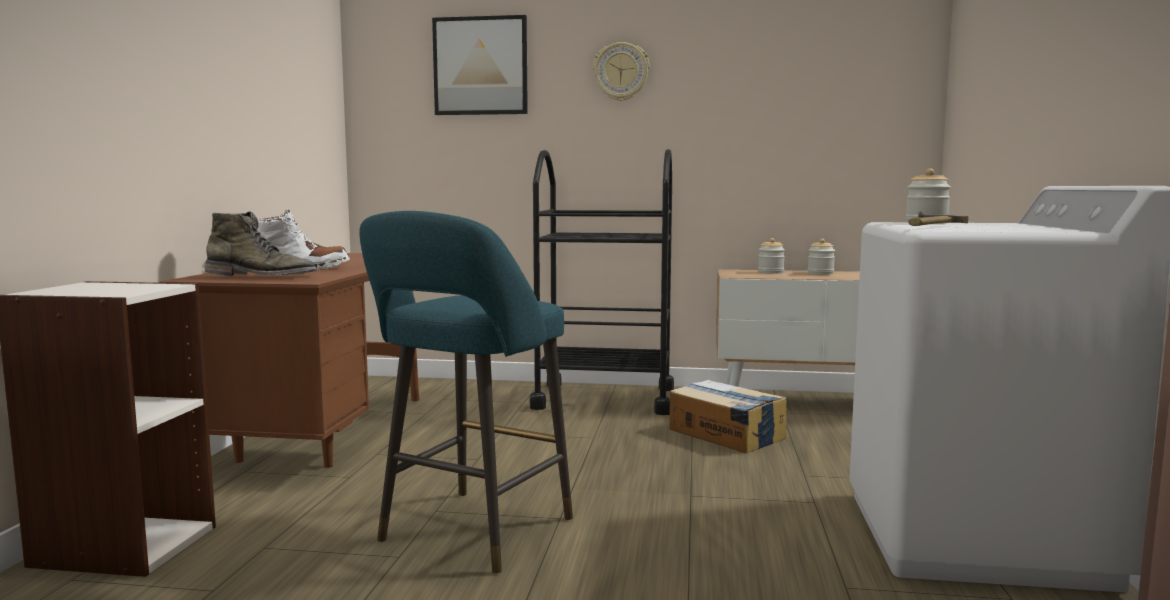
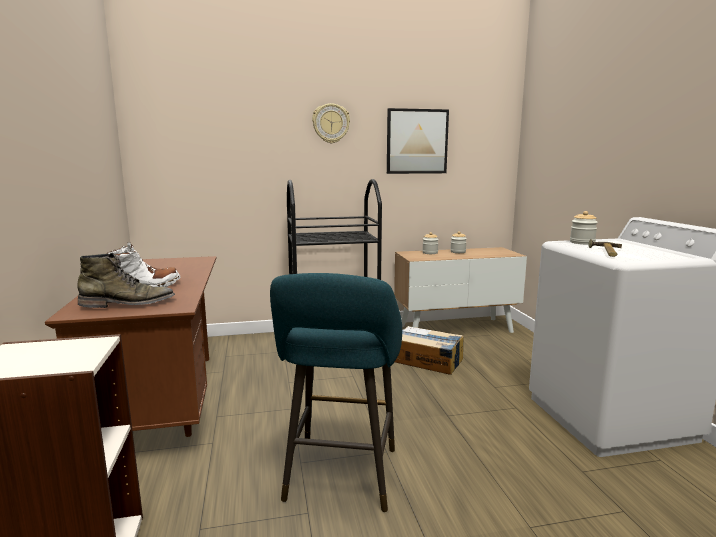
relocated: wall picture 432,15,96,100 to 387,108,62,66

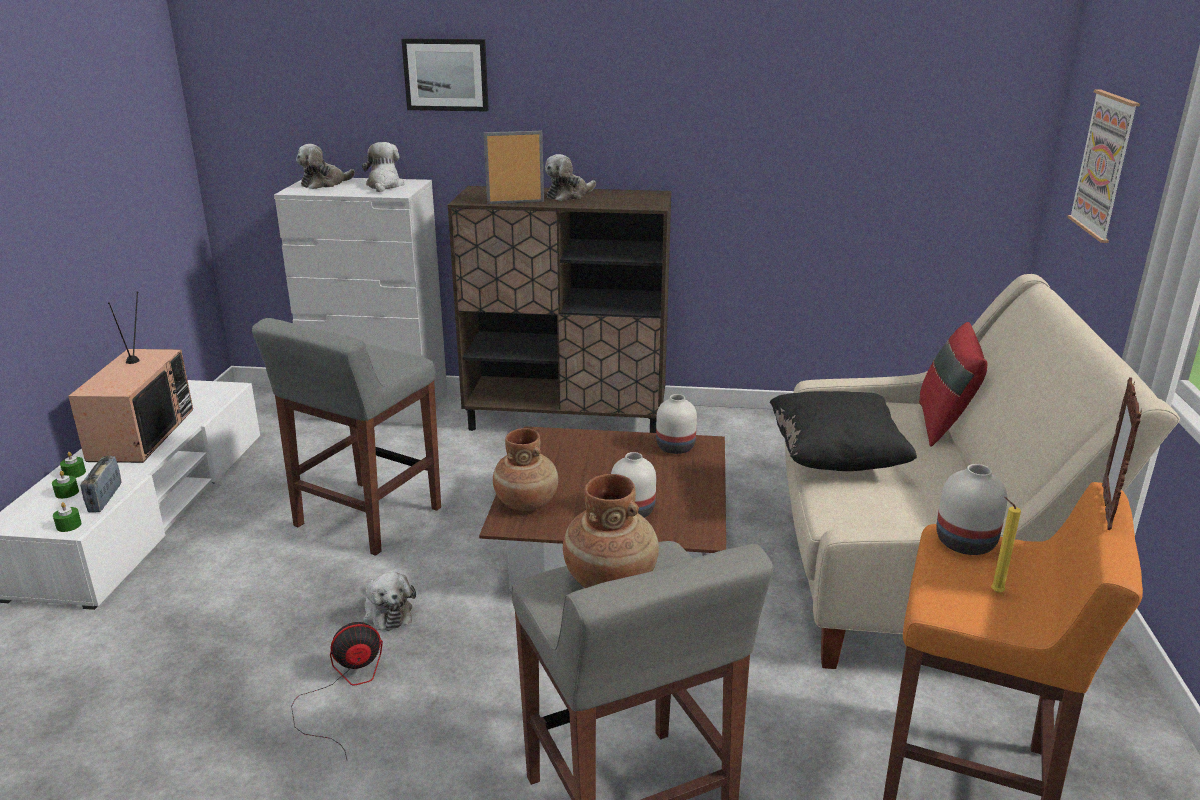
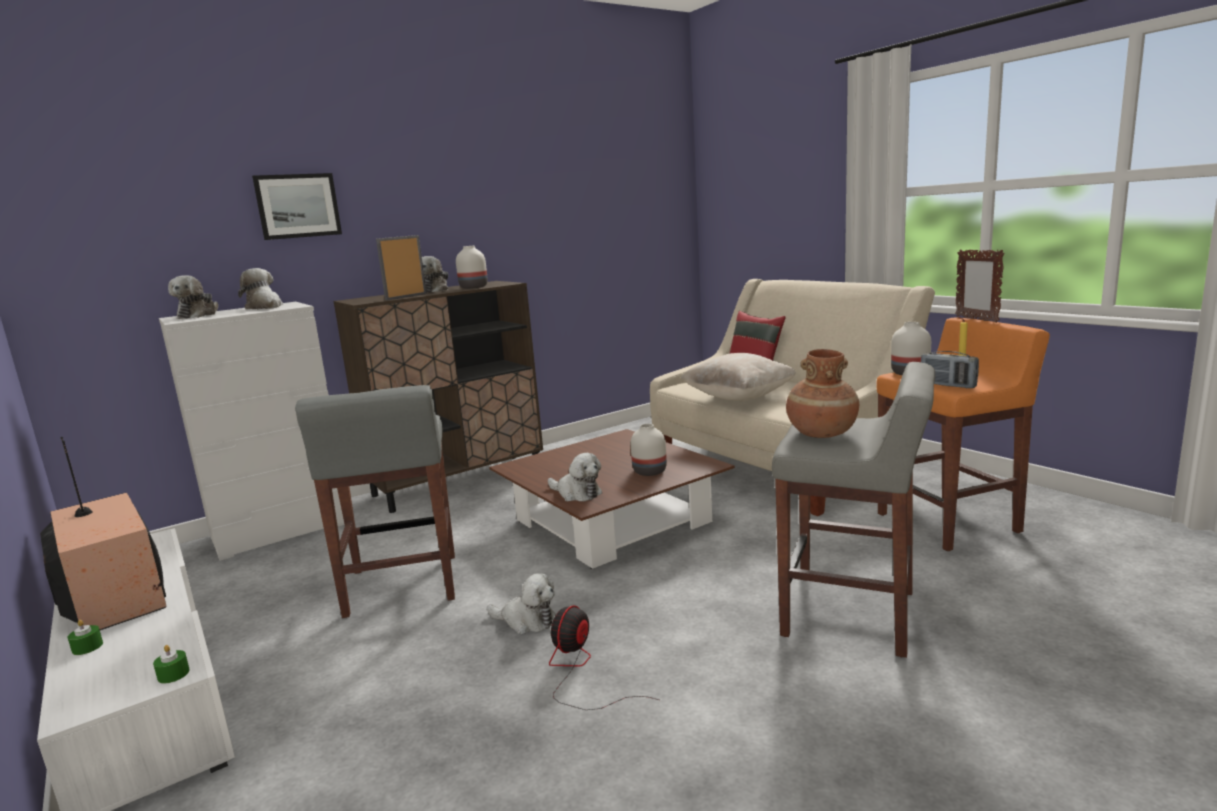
missing: candle (green) 52,471,27,28; wall picture 1067,90,73,153
relocated: radio receiver 80,455,41,58 to 921,351,58,37; decorative vase (white-coloured) 656,394,41,60 to 456,246,32,43
exchanged: decorative vase (brown) 493,428,65,83 to cuddly toy 548,453,54,48
colour: pillow (blackish) 770,391,147,80 to pillow (beige-coloured) 680,353,116,48

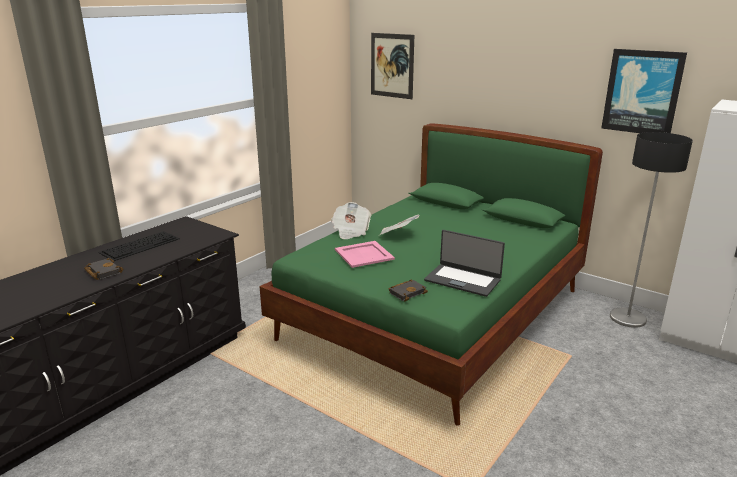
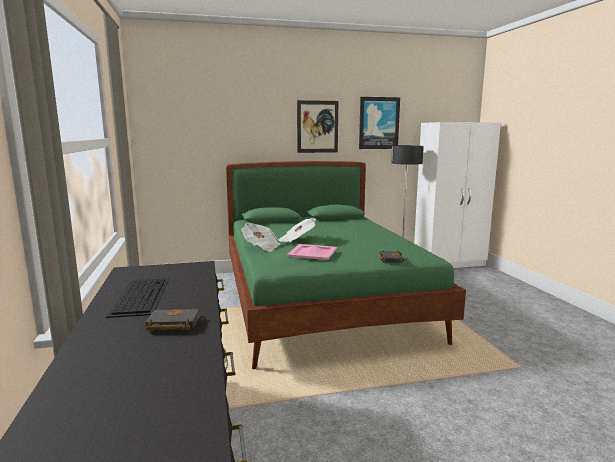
missing: laptop 424,230,81,67
relocated: wall picture 371,33,43,66 to 297,100,42,53

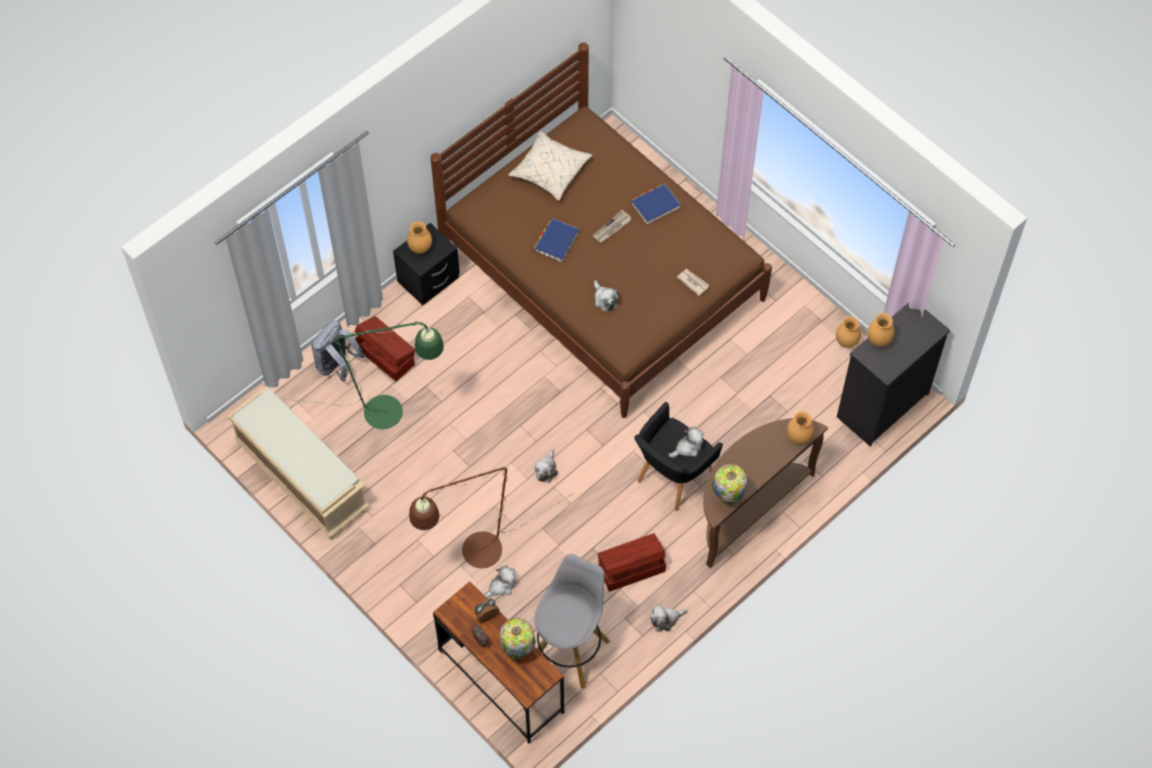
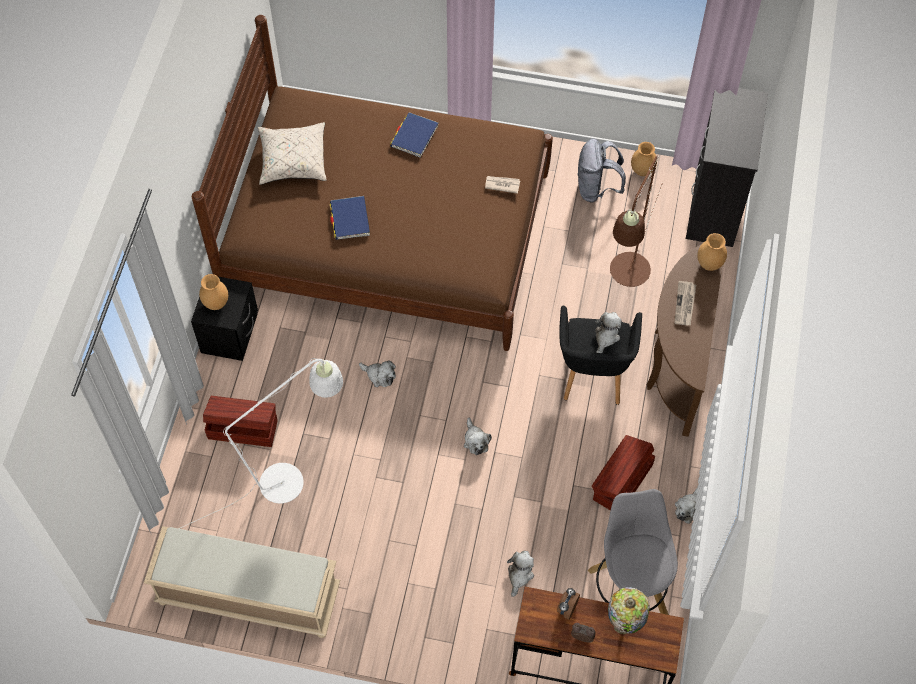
missing: table lamp 712,464,35,42; decorative vase (brown) 867,313,28,34
relocated: knapsack (gray) 311,320,54,62 to 577,138,49,65; floor lamp (brown) 409,467,165,101 to 610,156,53,131; daily paper 593,210,39,33 to 675,281,21,45; cuddly toy 594,280,25,32 to 359,360,37,27
colour: floor lamp (green) 280,320,164,109 to floor lamp (white-coloured) 178,358,165,171

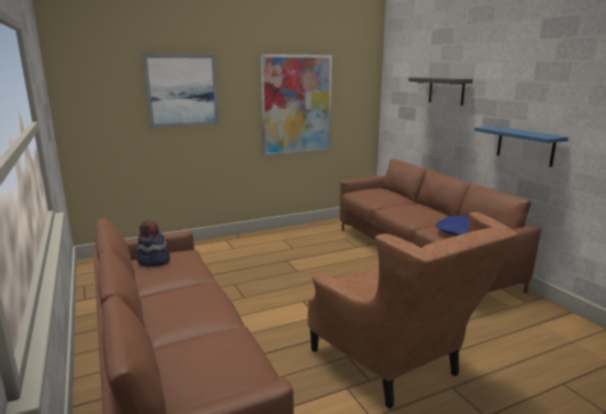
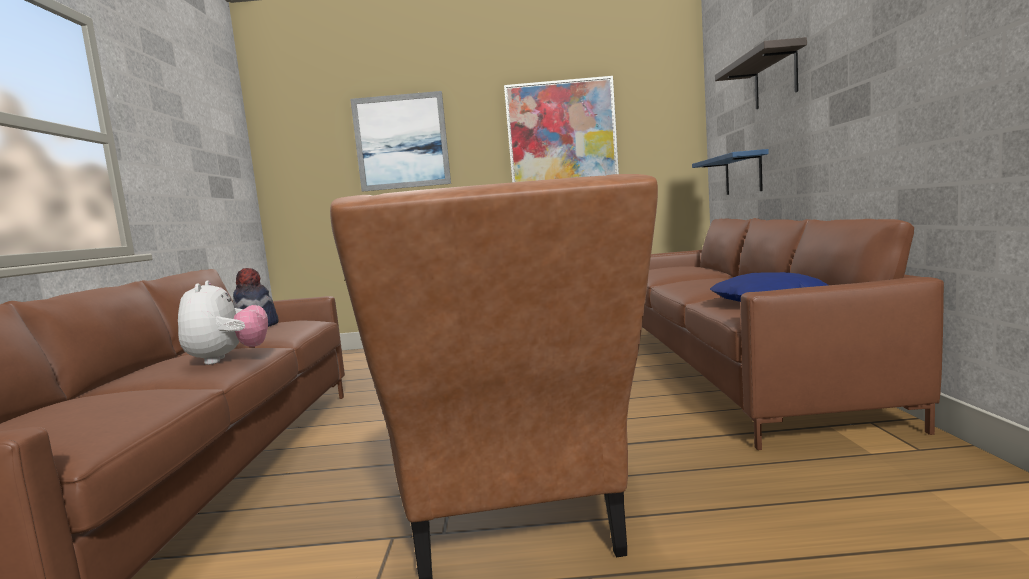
appeared: cuddly toy 178,280,90,85
relocated: wall shelf (blue-coloured) 474,126,94,41 to 692,149,77,46

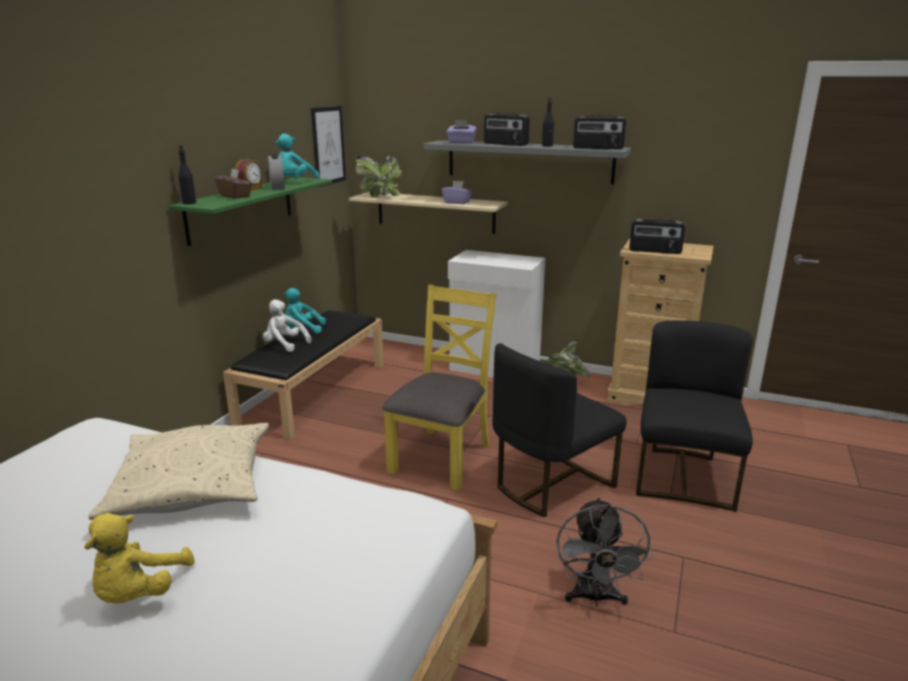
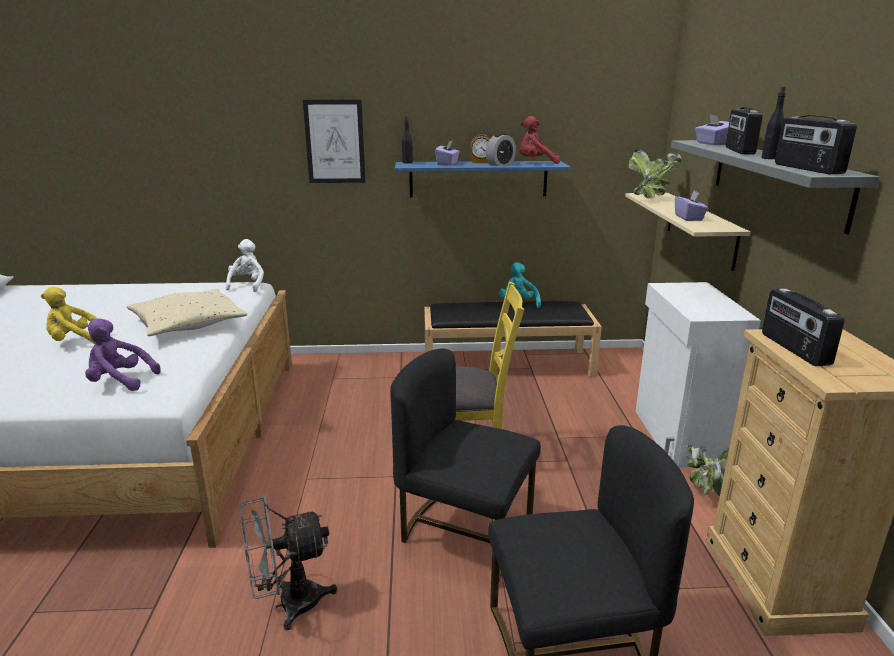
appeared: cuddly toy (purple) 85,319,76,72
relocated: cuddly toy (white-coloured) 263,299,49,53 to 226,239,38,53; wall picture 311,106,35,81 to 303,100,62,83
colour: wall shelf (green) 168,177,164,69 to wall shelf (blue-coloured) 395,161,176,36; tissue holder (brown) 215,169,37,30 to tissue holder (purple) 435,141,25,25; cuddly toy (blue-green) 275,134,45,45 to cuddly toy (reddish) 520,116,40,48

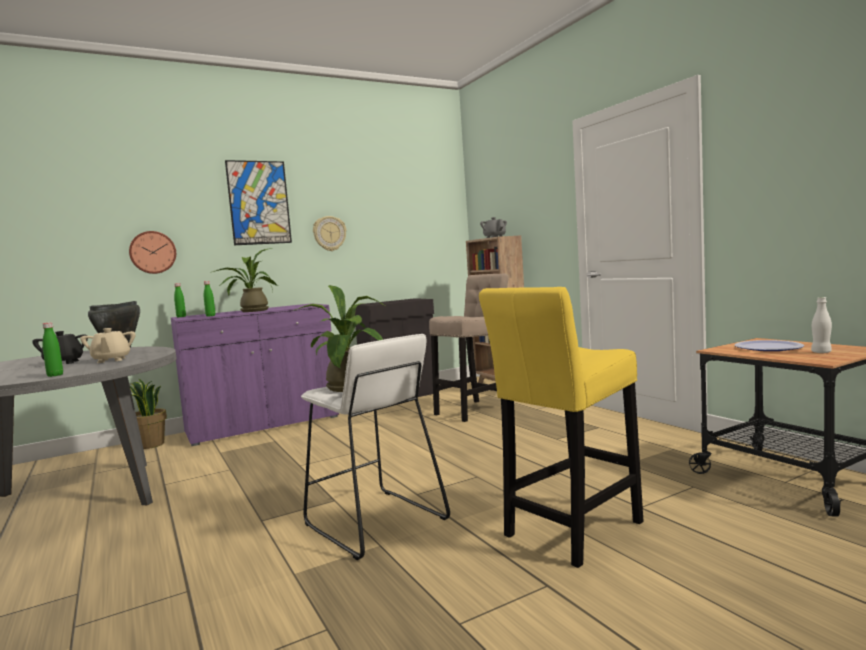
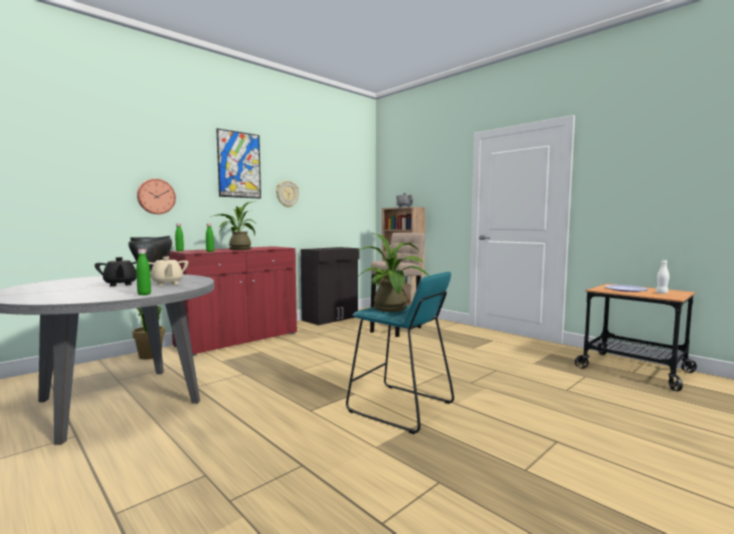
missing: sitting stool (yellow) 479,287,164,281
colour: storage cabinet (purple) 171,303,168,143 to storage cabinet (reddish) 168,246,129,110; sitting stool (white-coloured) 301,334,149,226 to sitting stool (blue-green) 346,272,108,162

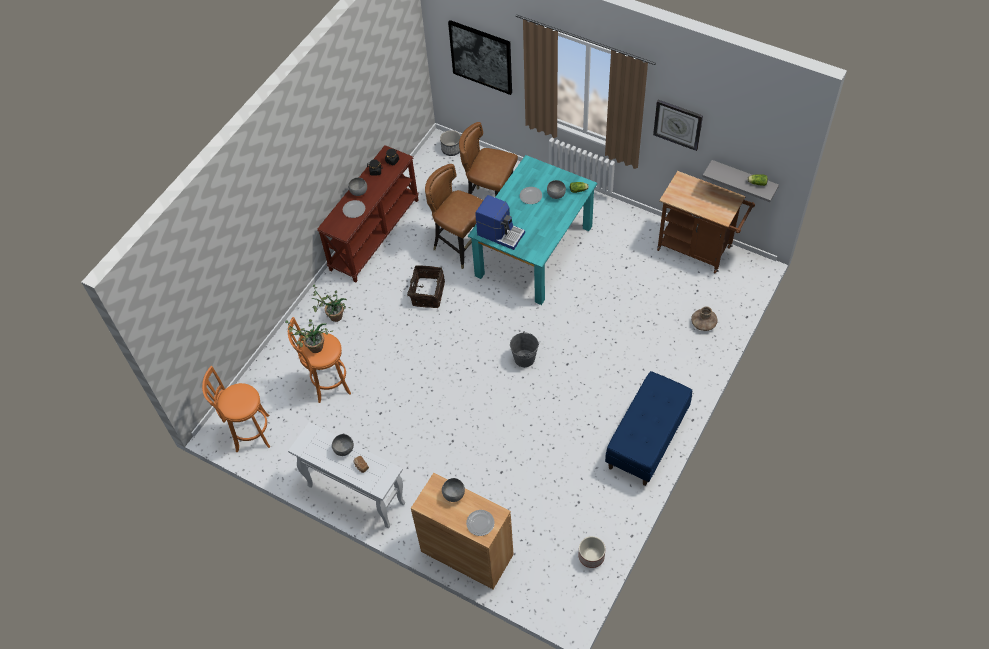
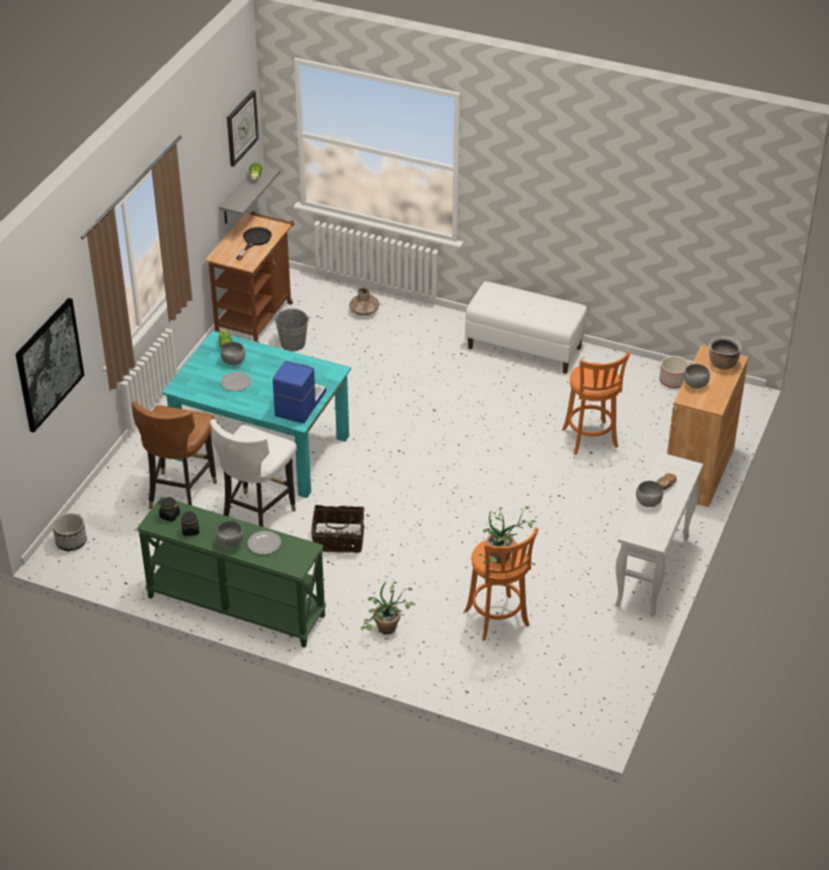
appeared: frying pan (blackish) 236,227,36,33
relocated: sitting stool (orangey) 202,366,68,86 to 562,351,68,104; pail (gray) 510,331,29,36 to 274,308,35,43; hanging clock 653,100,50,51 to 227,90,32,77
exchanged: flat dish 466,510,29,26 to cooking pot (brown) 709,336,33,34
colour: narrow table (brown) 317,145,102,137 to narrow table (green) 137,496,189,152; chair (brown) 425,164,58,105 to chair (white-coloured) 210,419,87,108; long seat (blue-coloured) 605,371,87,115 to long seat (white-coloured) 465,281,122,93

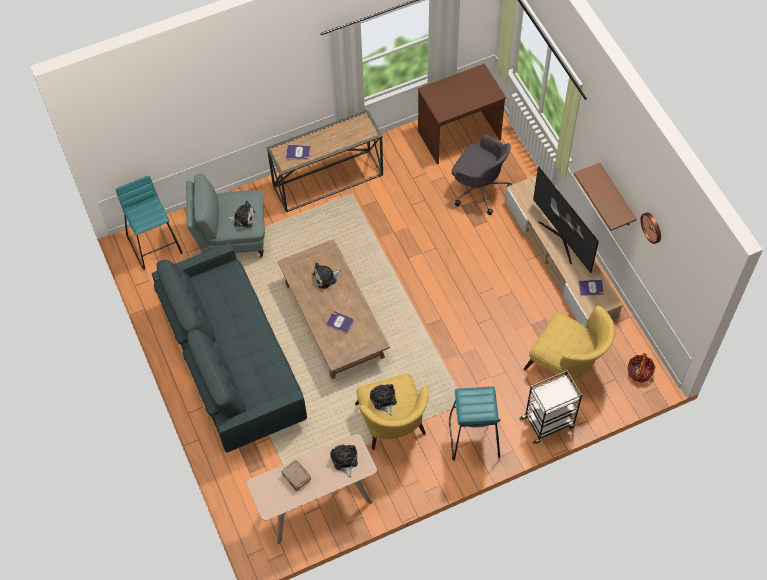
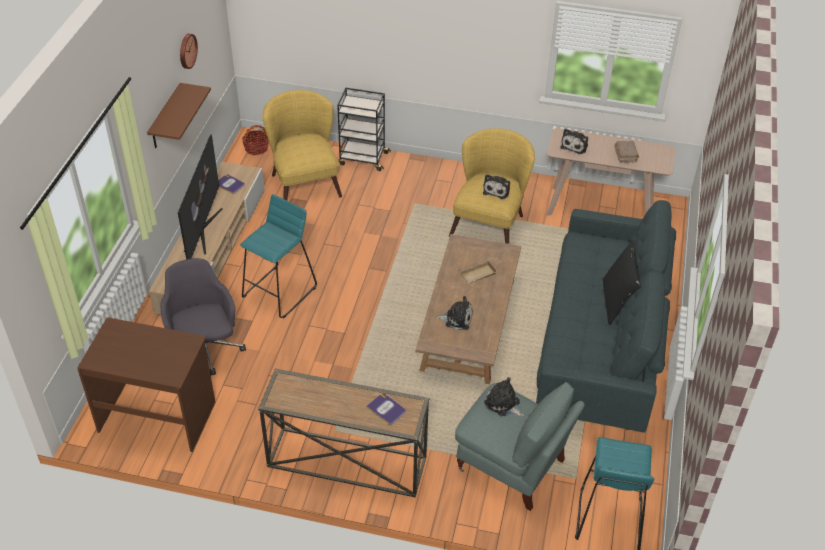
appeared: pillow (blackish) 603,240,38,85
relocated: sitting stool (blue-green) 449,386,52,75 to 240,194,77,124
exchanged: book 326,311,28,23 to tray (beige-coloured) 459,260,39,23

